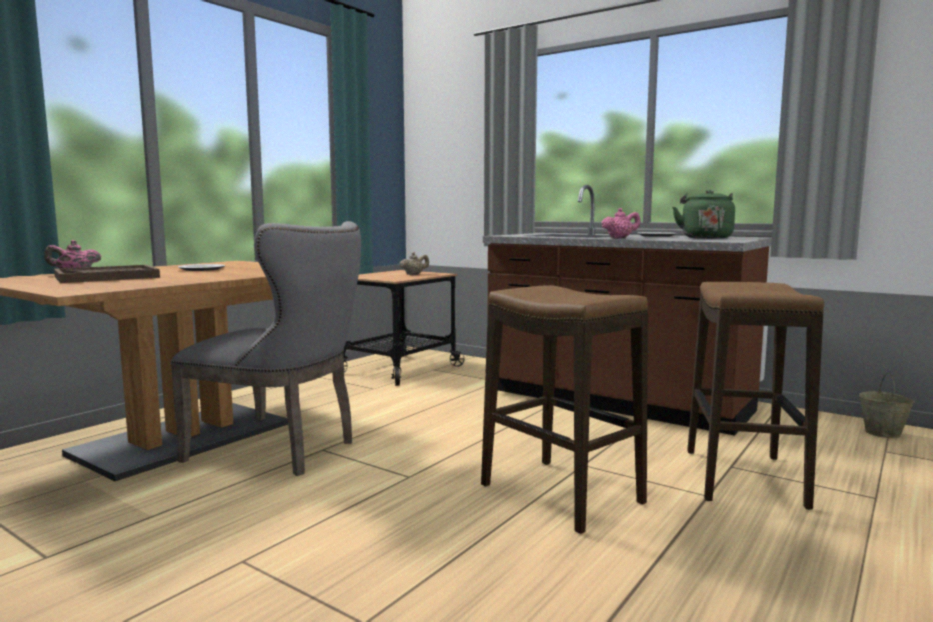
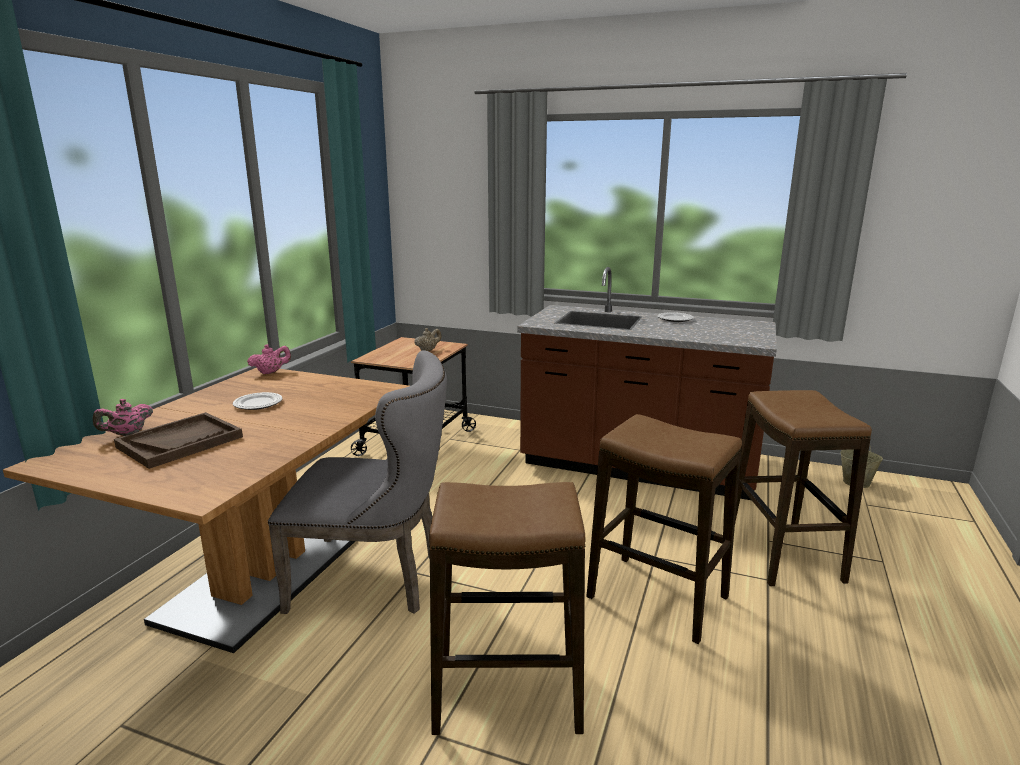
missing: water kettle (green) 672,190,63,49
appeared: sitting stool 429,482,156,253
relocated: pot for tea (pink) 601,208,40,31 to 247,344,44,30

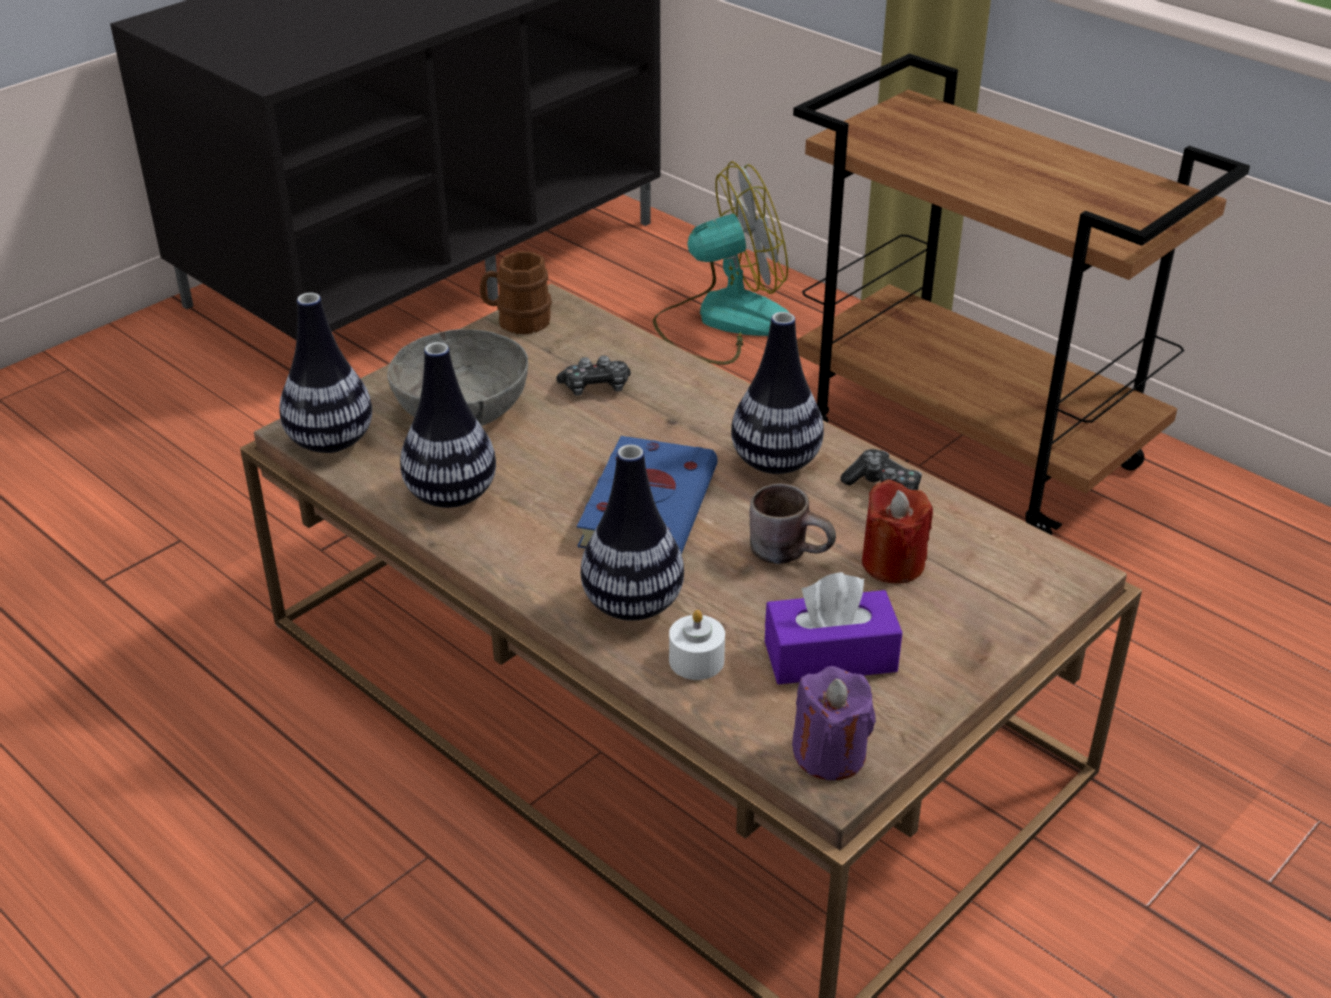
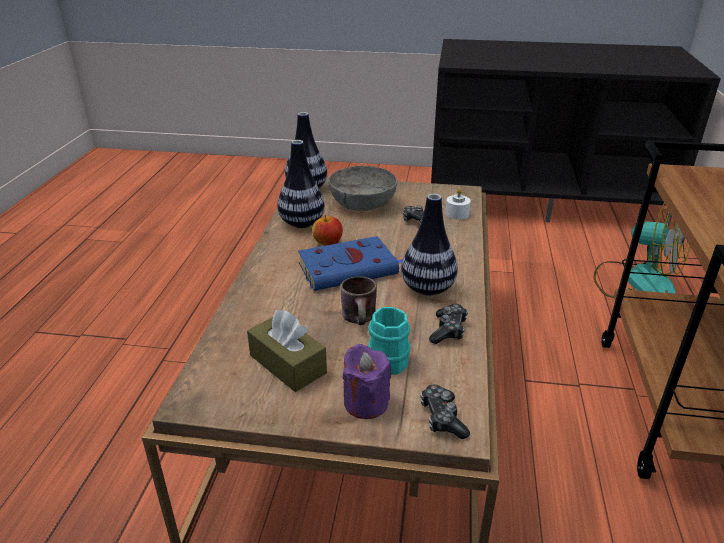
missing: tea mug (brown) 480,251,72,83; decorative vase 581,445,103,176
appeared: whole apple 312,215,31,31; gamepad 420,385,50,54
relocated: candle (white-coloured) 669,610,56,70 to 446,188,25,32; candle (purple) 792,666,84,114 to 343,344,48,75
exchanged: candle (reddish) 862,479,71,105 to tea mug (blue-green) 368,307,43,67
colour: tissue holder (purple) 765,572,137,113 to tissue holder (brown) 247,310,80,82

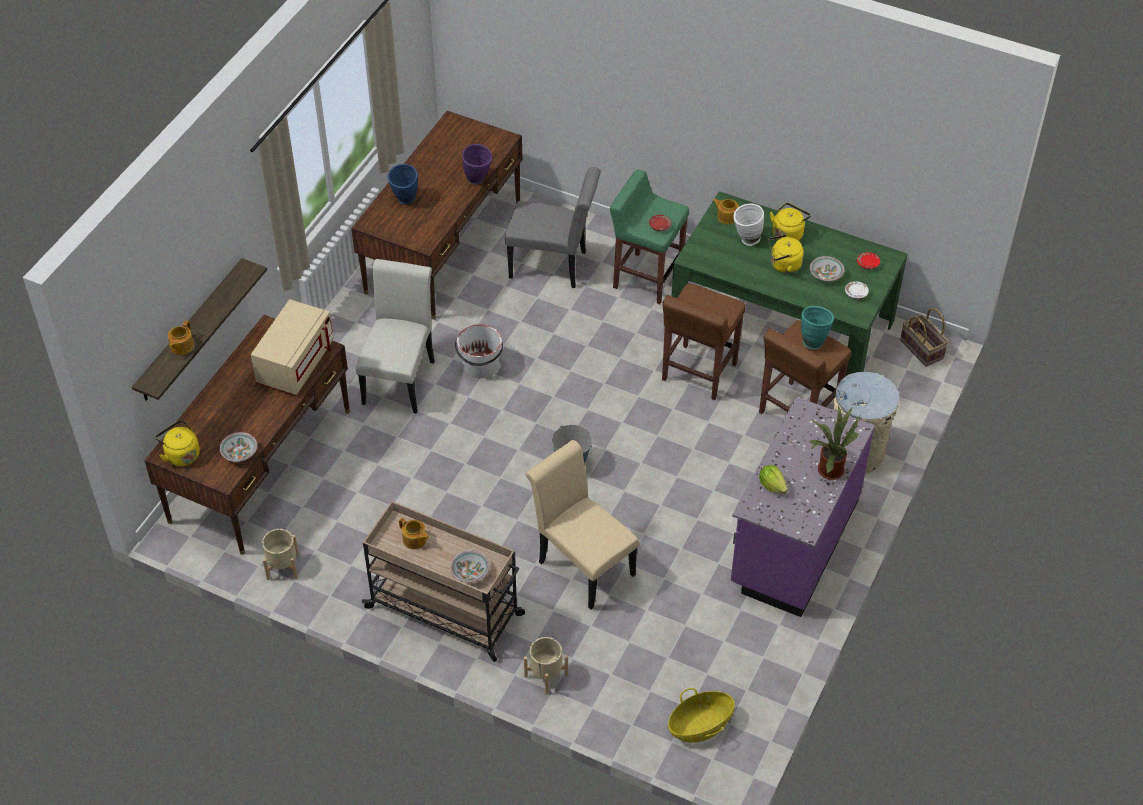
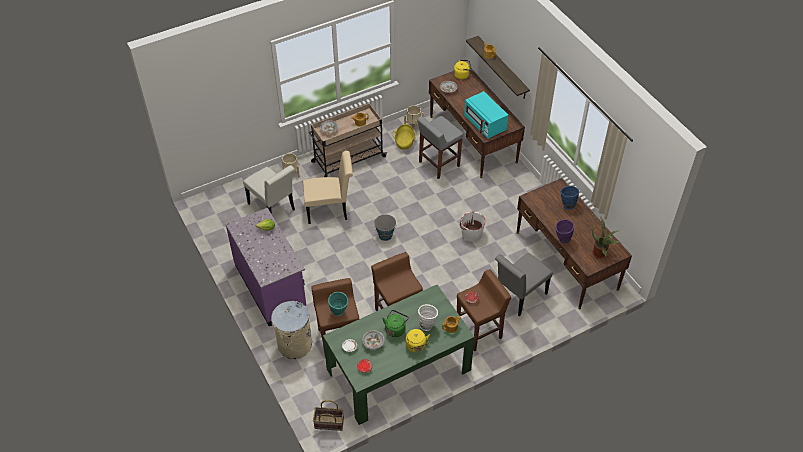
appeared: sitting stool (gray) 417,116,46,63
relocated: chair (white-coloured) 356,259,79,155 to 243,165,52,49; household basket 668,688,67,55 to 392,124,25,26; plant in a pot 808,405,52,75 to 591,217,28,42
colour: kitchen microwave (beige-coloured) 251,299,83,96 to kitchen microwave (blue-green) 464,91,44,48; sitting stool (green) 610,170,79,134 to sitting stool (brown) 457,269,54,82; water kettle (yellow) 768,234,36,39 to water kettle (green) 382,310,27,27

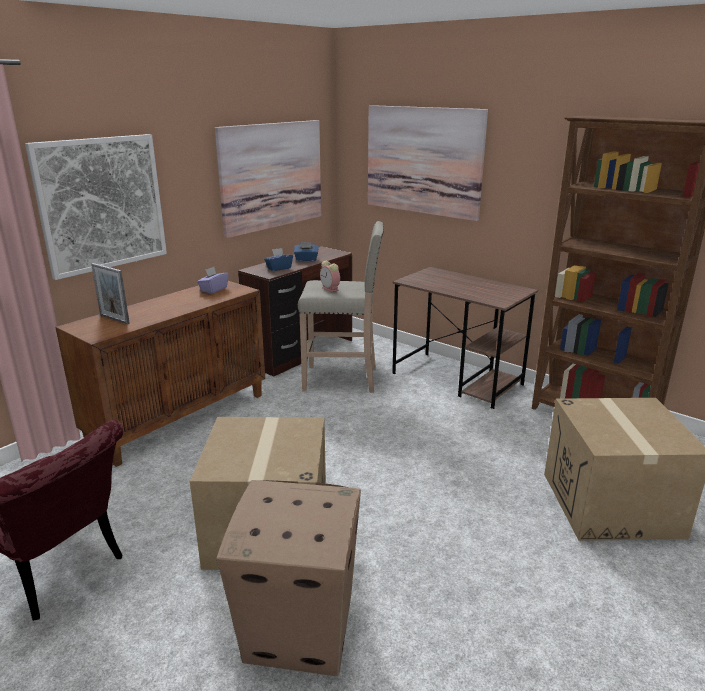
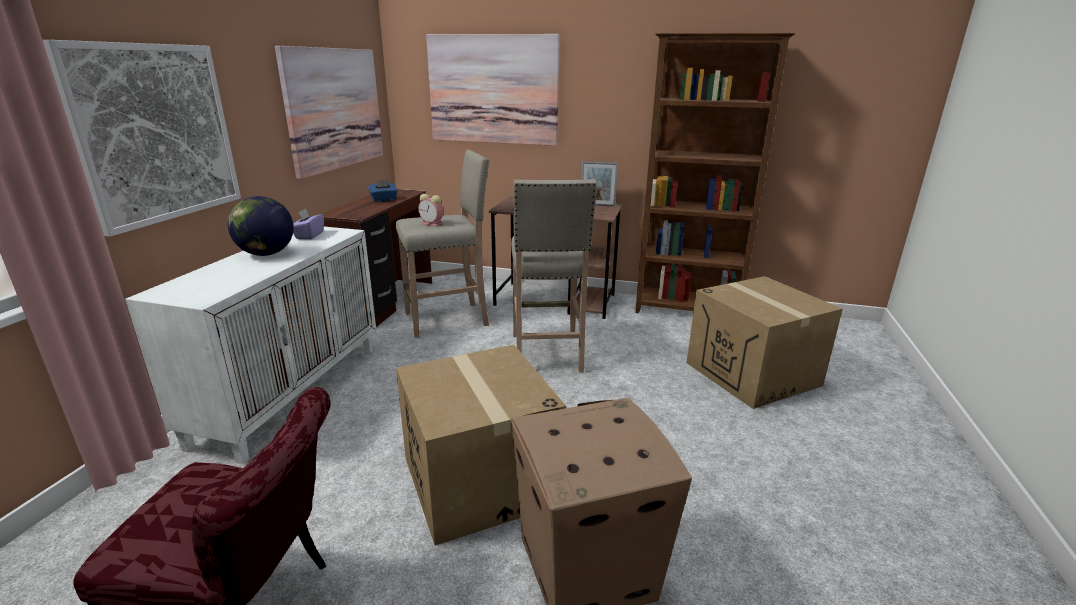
missing: tissue holder (blue-coloured) 264,248,29,23
appeared: globe 228,196,66,60; sitting stool (beige-coloured) 511,179,86,194
relocated: standing frame 91,263,39,61 to 581,161,37,46
colour: storage cabinet (brown) 55,281,210,186 to storage cabinet (white-coloured) 125,227,251,237

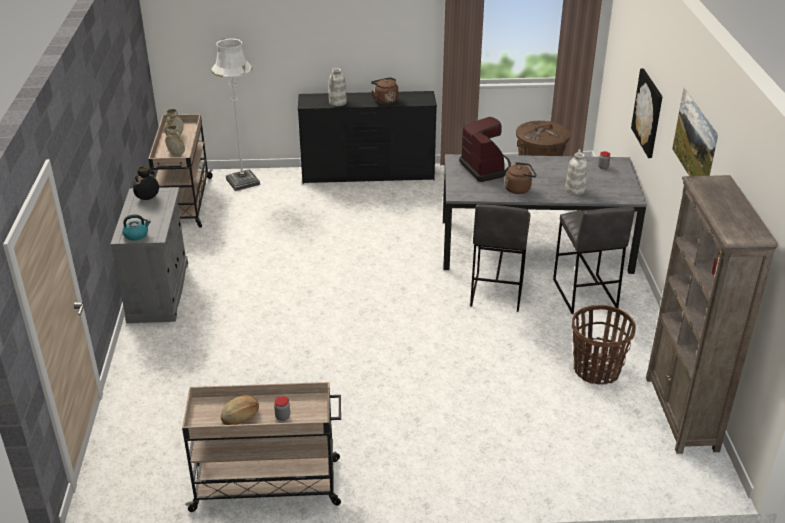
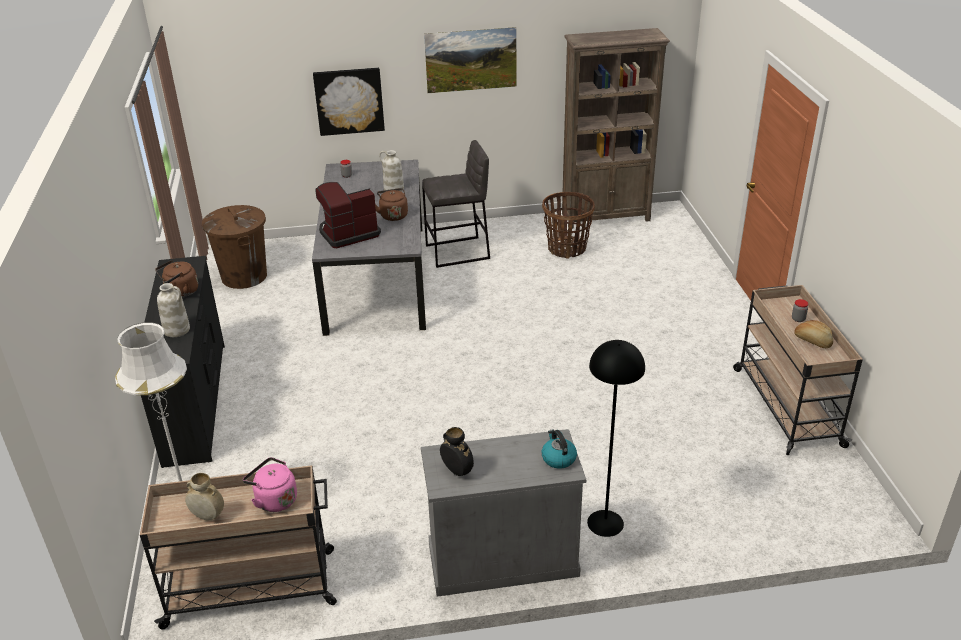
missing: sitting stool (gray) 470,204,60,108
appeared: floor lamp (blackish) 587,340,58,197
exchanged: decorative vase (beige-coloured) 165,125,20,31 to water kettle (pink) 243,457,54,55

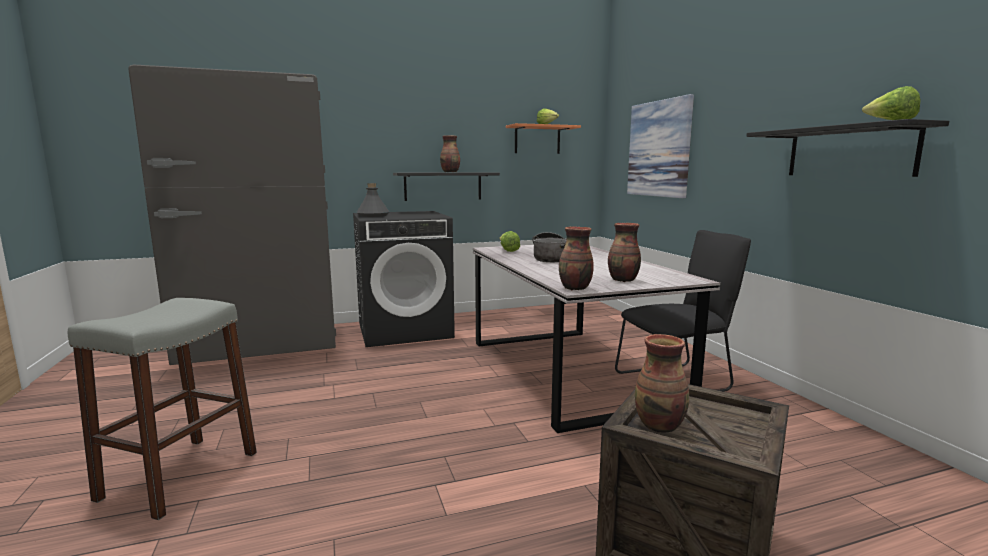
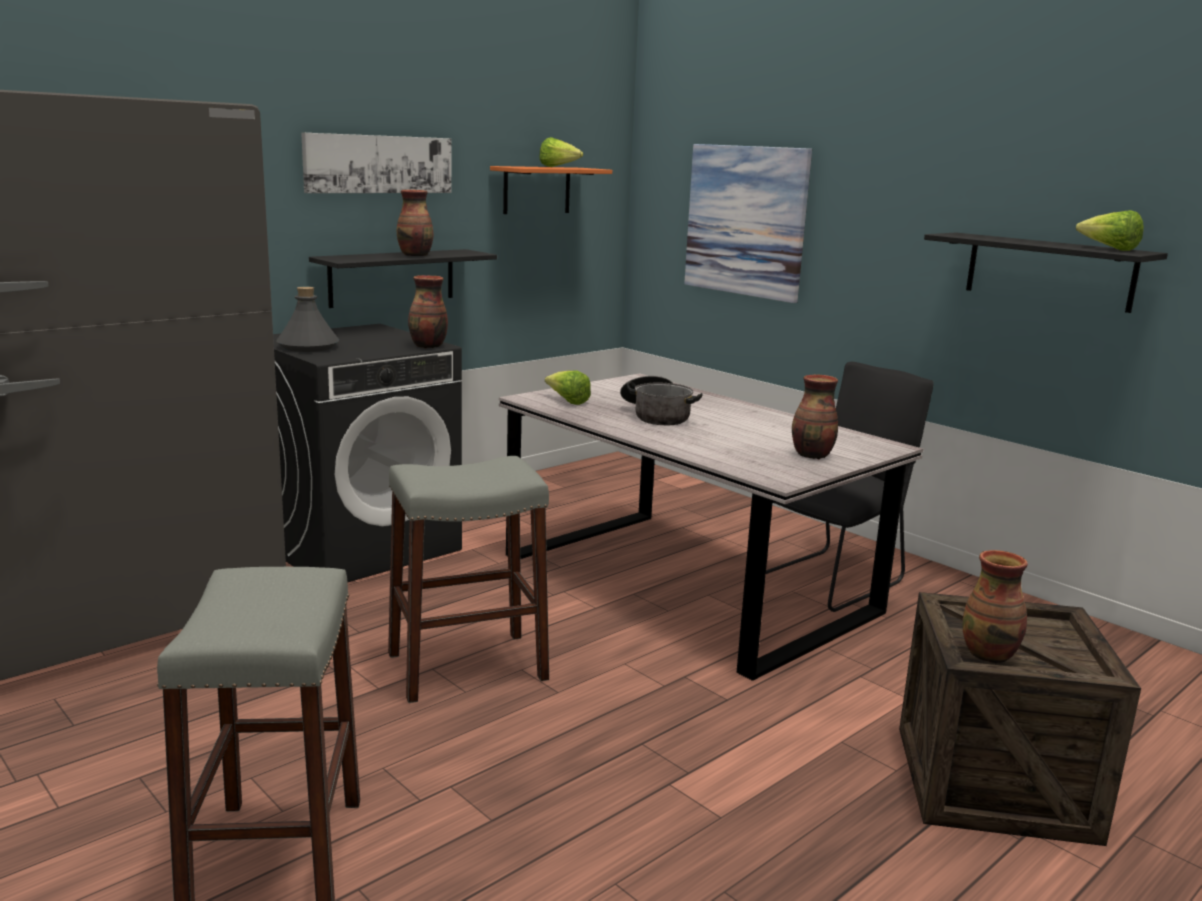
appeared: wall picture 301,132,151,61; sitting stool (gray) 388,456,161,247
relocated: decorative vase 559,227,35,63 to 408,275,40,74

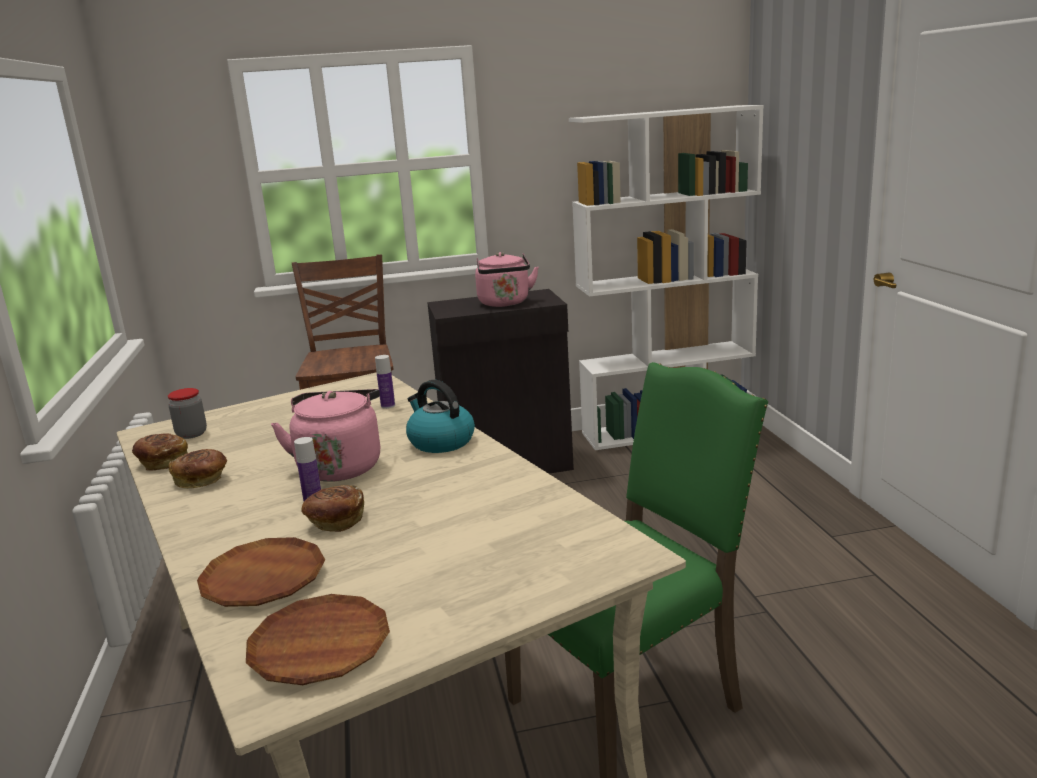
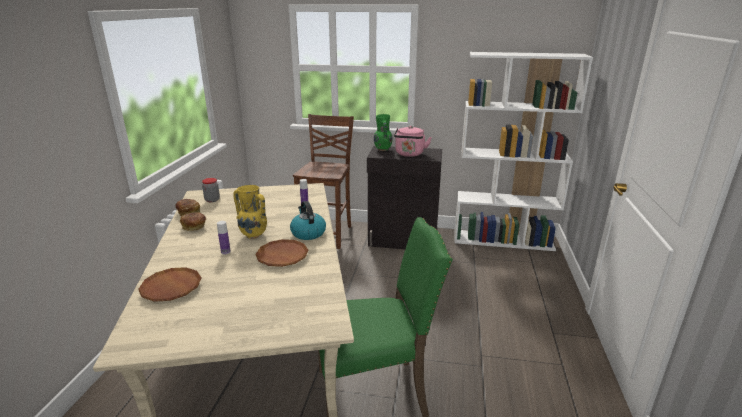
missing: baked bread 301,485,63,47
appeared: decorative vase (green) 374,114,19,37
relocated: flat dish (brown) 246,594,144,91 to 255,239,53,28
exchanged: water kettle (pink) 271,389,109,93 to decorative vase (yellow) 233,185,34,54

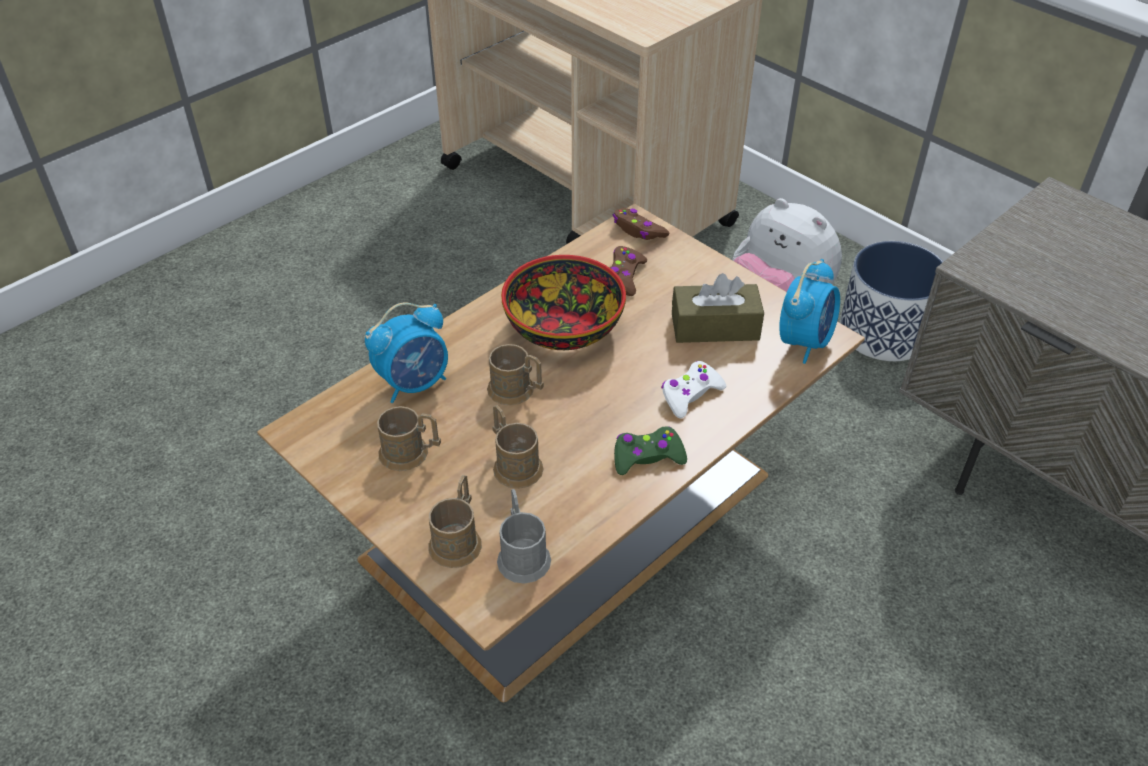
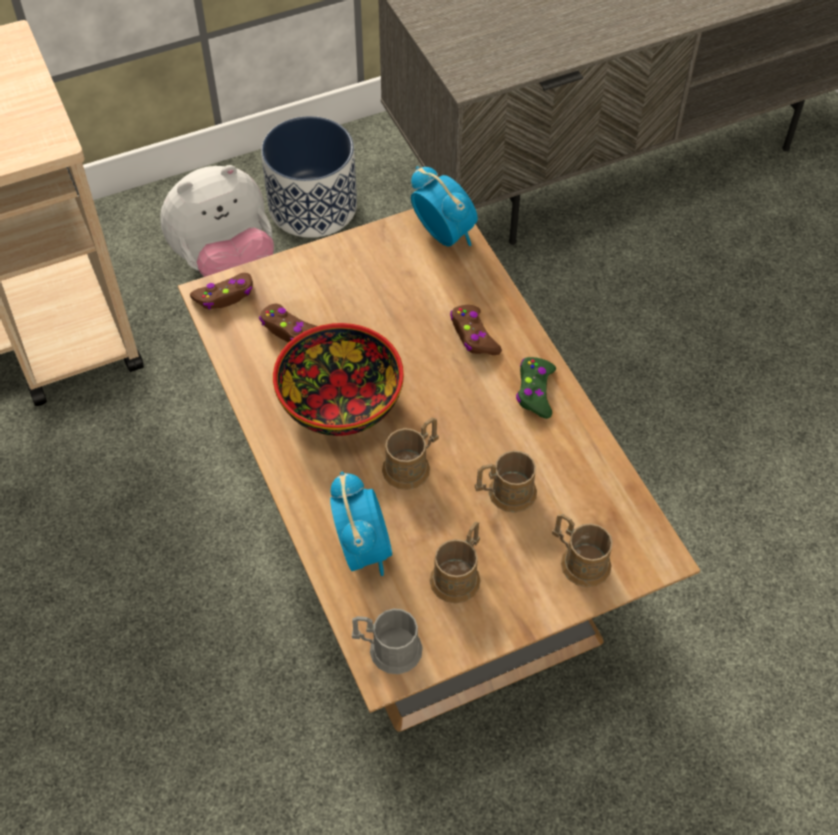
missing: tissue holder (brown) 672,273,92,70
relocated: tea mug (gray) 497,489,54,95 to 352,608,71,66
colour: gamepad (white-coloured) 661,361,65,57 to gamepad (brown) 450,305,52,50

